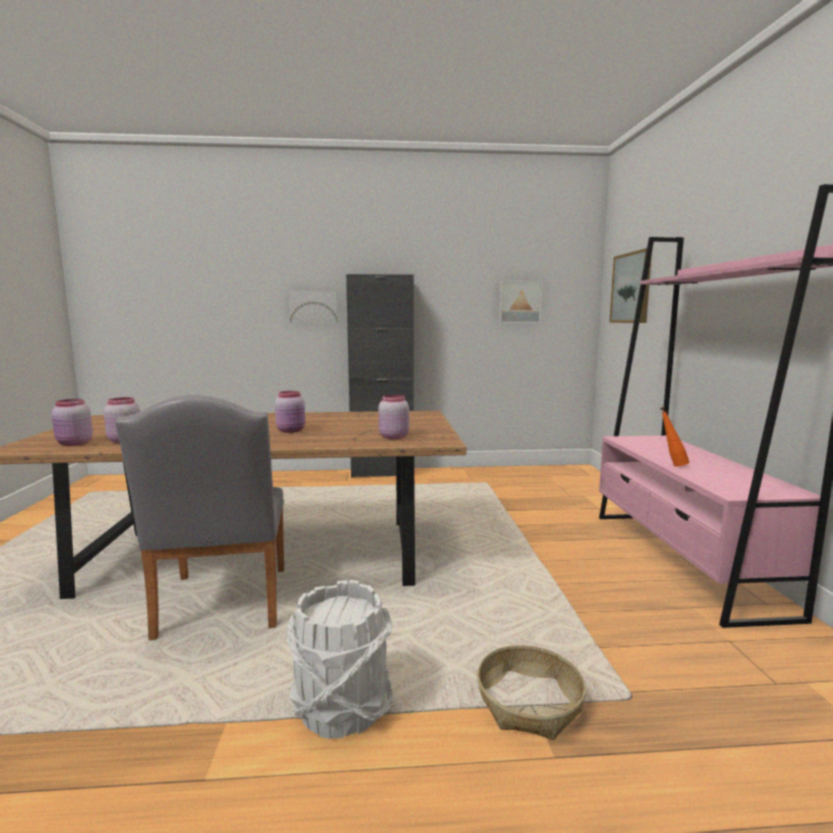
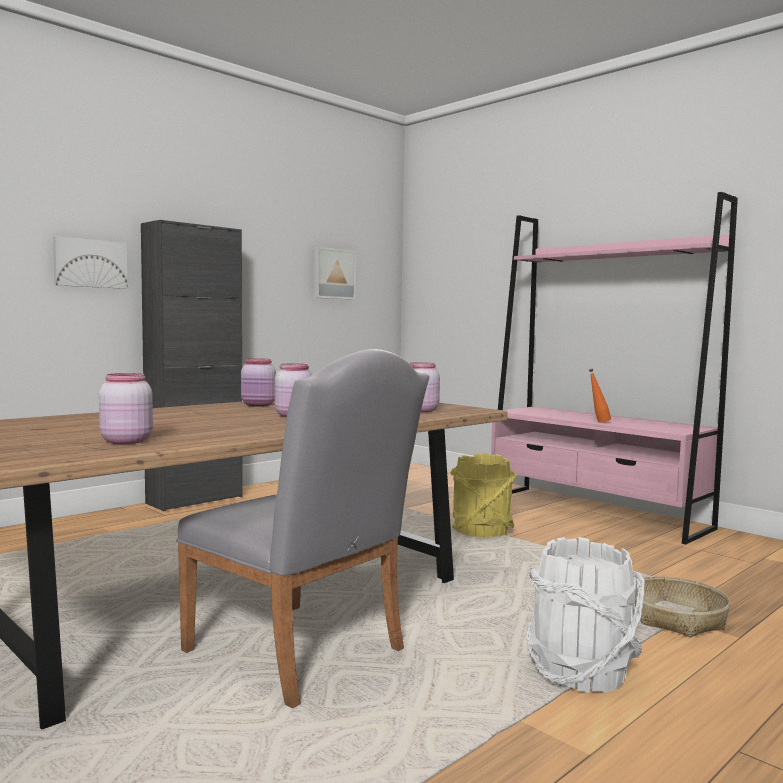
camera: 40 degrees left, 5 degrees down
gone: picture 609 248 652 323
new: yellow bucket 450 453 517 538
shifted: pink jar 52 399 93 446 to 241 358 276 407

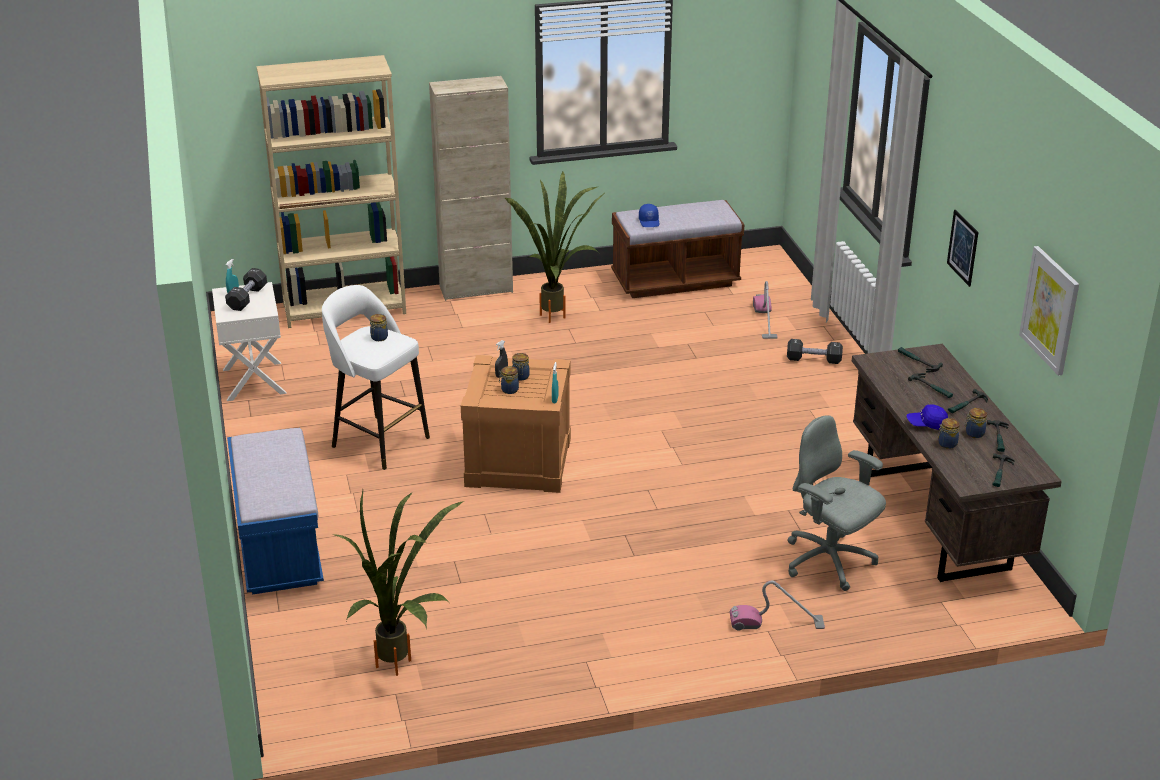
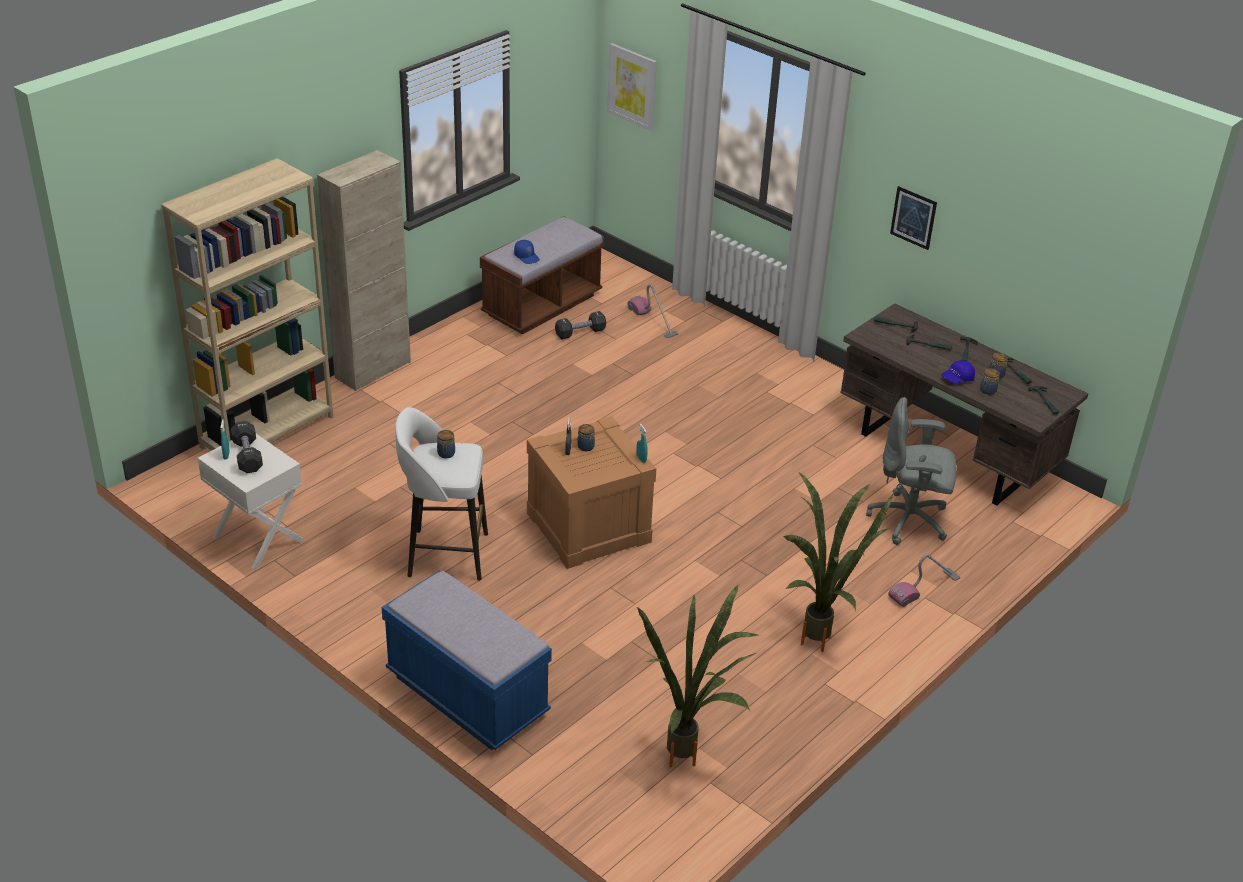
camera: 35 degrees left, 5 degrees up
gone: jar 499 366 519 394
shifted: potted plant 505 171 603 323 to 783 472 894 652; black dumbbell 787 339 843 364 to 555 311 606 339; picture 1019 246 1079 376 to 607 43 657 131

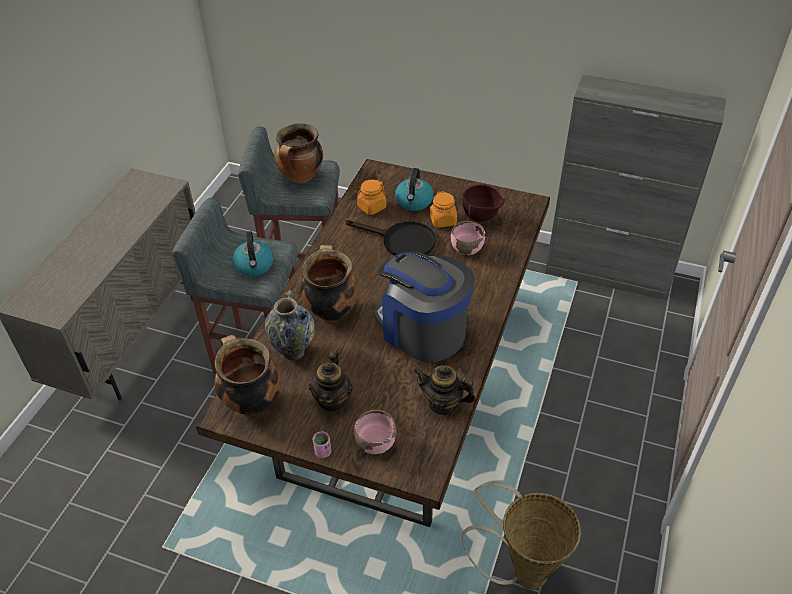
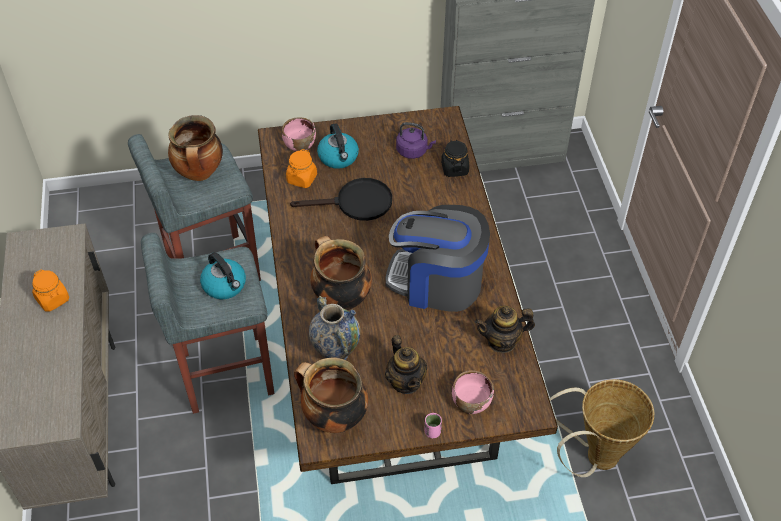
camera: 30 degrees left, 5 degrees up
new: black jar 441 140 469 177
shifted: orange jar 430 191 457 228 to 32 269 69 312; pink bowl 451 221 485 255 to 282 117 316 151
swapped: brown bowl 463 185 504 222 to purple kettle 396 122 436 159

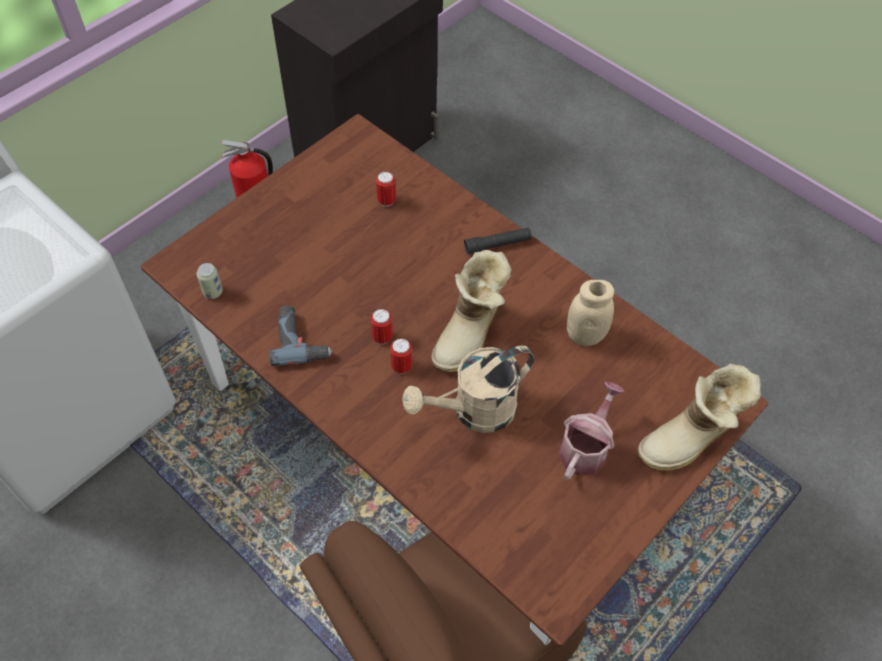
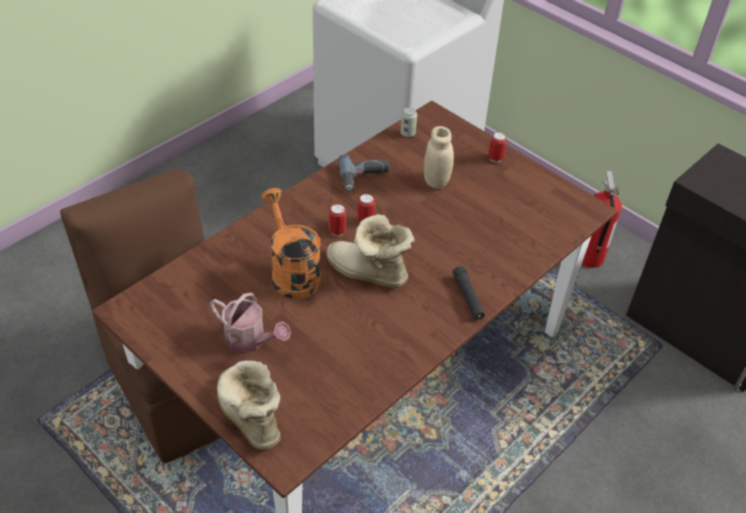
camera: 90 degrees right, 10 degrees down
shifted: can 376 171 396 207 to 488 132 507 162; beige jar 567 280 614 346 to 424 126 454 189
repainted: beige watering can 402 346 534 433 to orange watering can 261 188 321 299

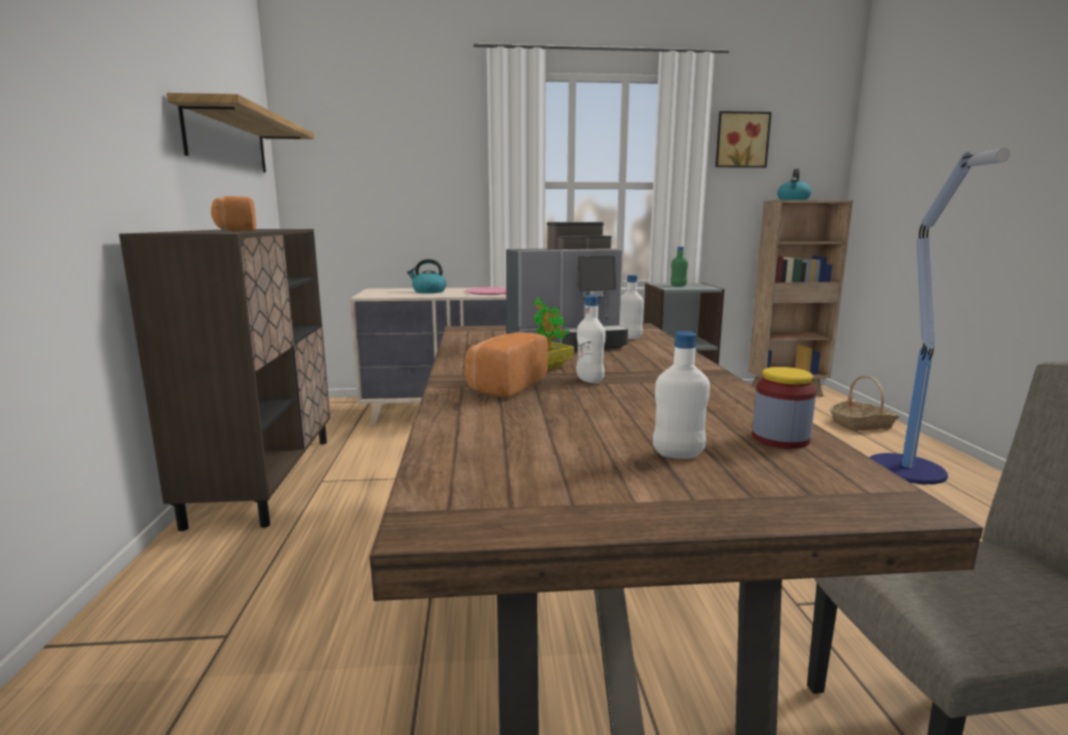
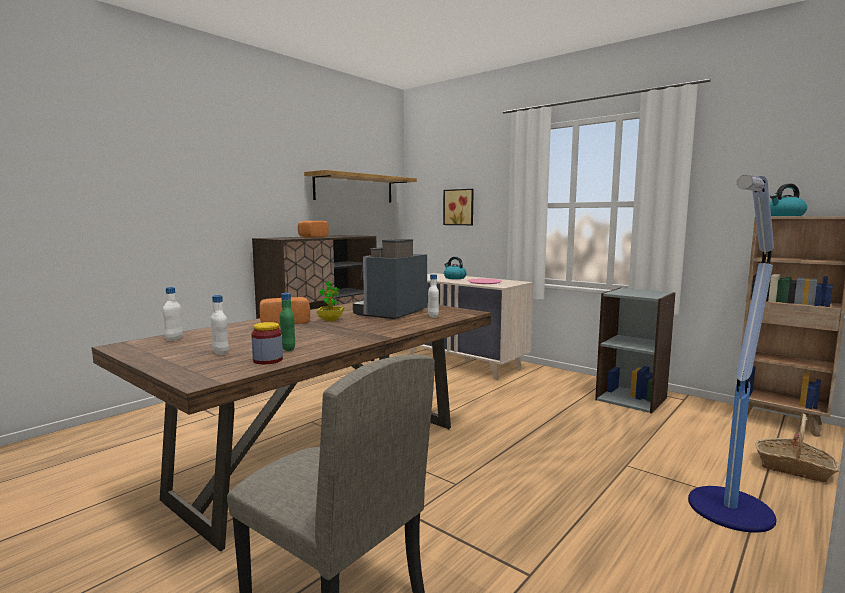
camera: 45 degrees right, 5 degrees down
shifted: white bottle 576 295 605 383 to 163 287 183 341; green bottle 670 246 688 286 to 280 293 295 351; picture 715 111 772 168 to 443 189 474 225
rotated: coffee machine 506 222 628 352 = 353 239 427 319 90 degrees clockwise

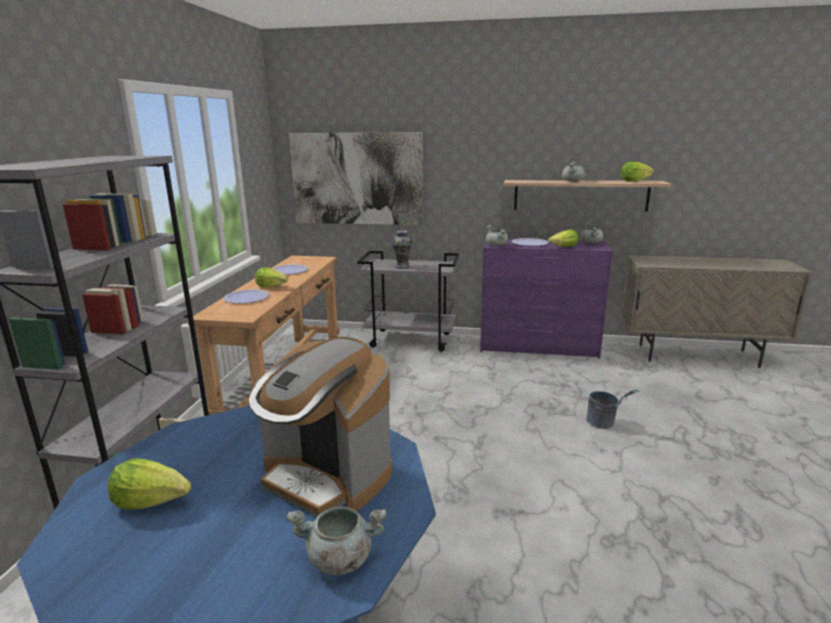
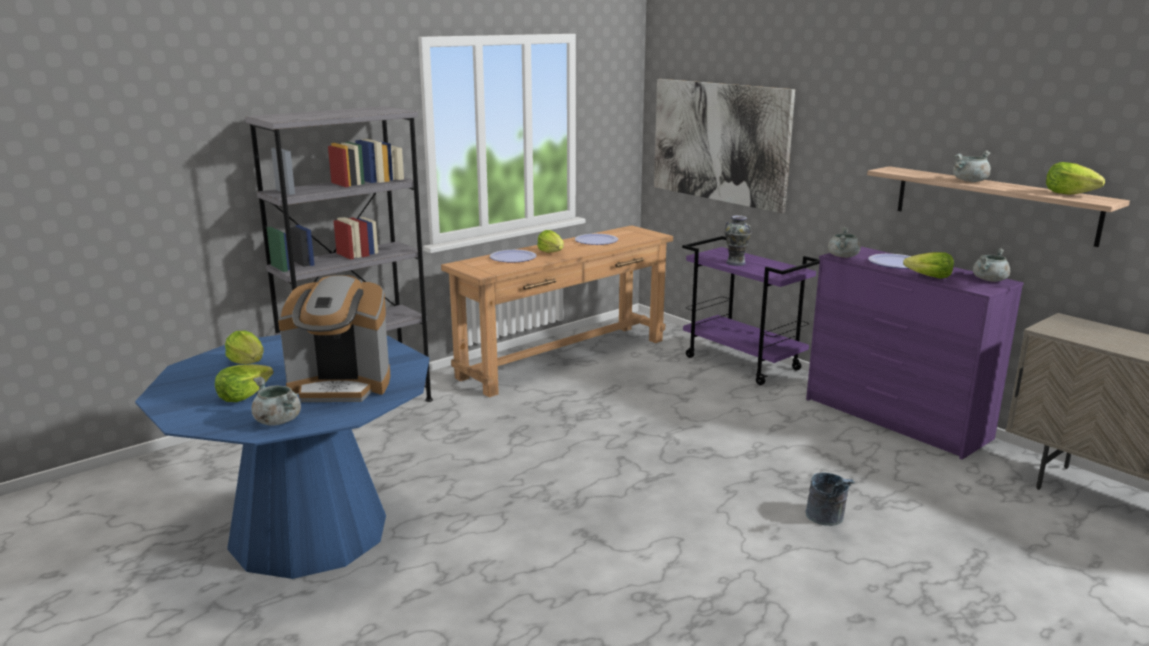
camera: 40 degrees right, 0 degrees up
new: lettuce 215 364 274 402
repainted: grey cart 357 251 459 351 to purple cart 682 236 820 385
rotated: coffee machine 248 337 392 517 = 278 275 390 402 75 degrees counterclockwise

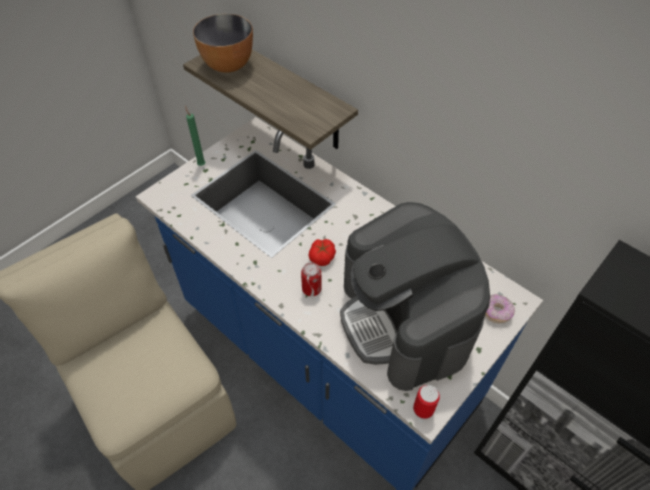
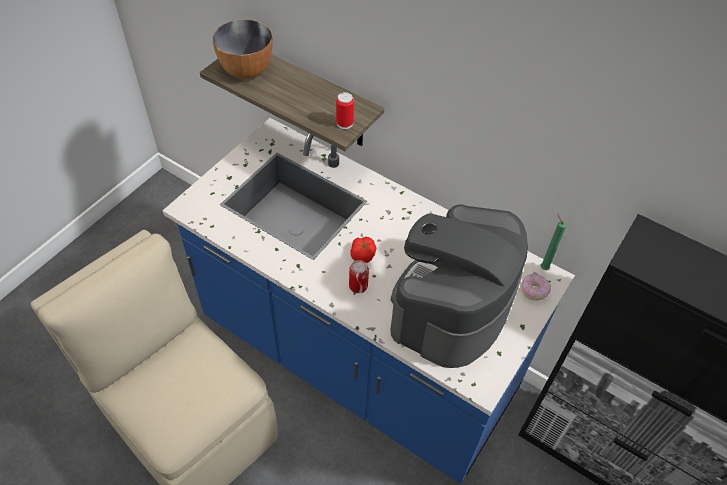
camera: 10 degrees left, 0 degrees up
shifted: green candle 185 106 206 166 to 541 214 567 270; can 413 385 440 419 to 336 92 354 129
rotated: coffee machine 340 202 490 391 = 390 205 528 368 60 degrees clockwise

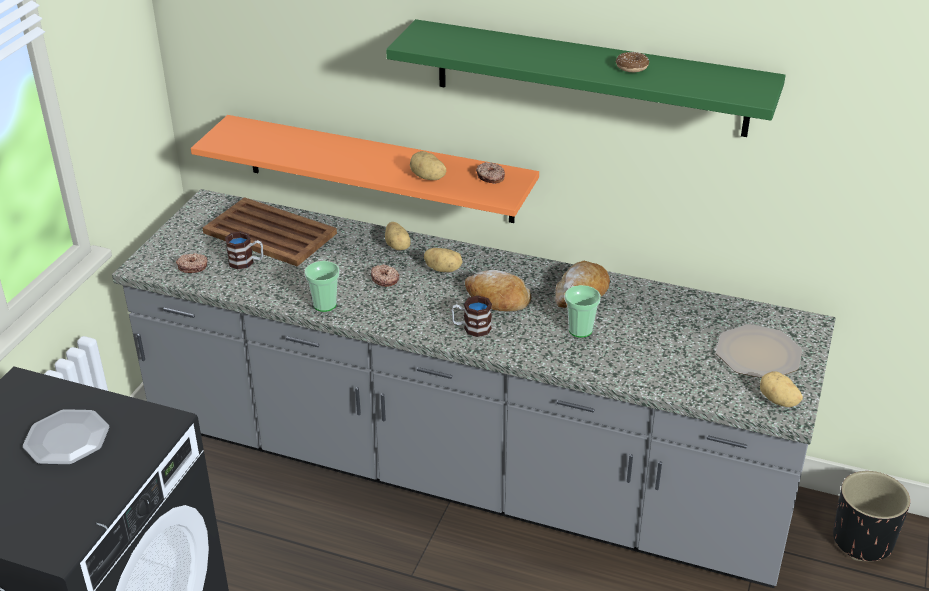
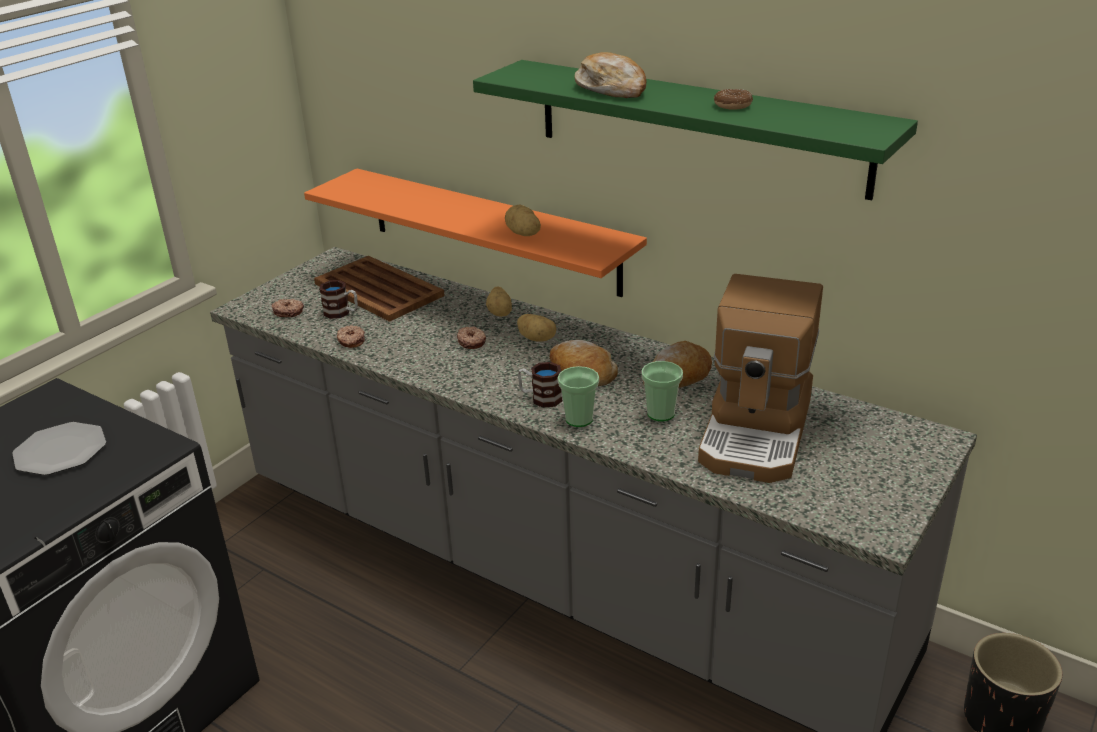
camera: 15 degrees right, 5 degrees down
gone: plate 715 324 802 378; potato 760 371 803 407
new: bread 574 52 647 98; coffee machine 698 274 823 483
shifted: cup 305 261 340 312 to 558 366 599 427; donut 476 162 505 184 to 337 325 365 348

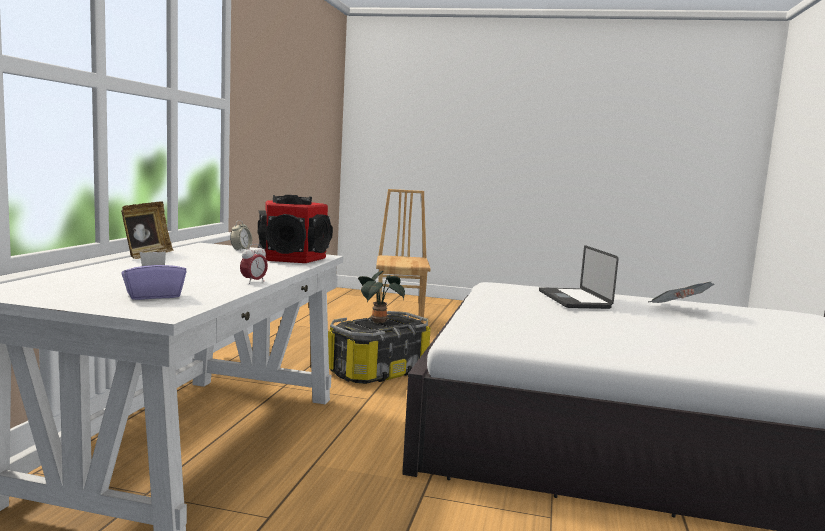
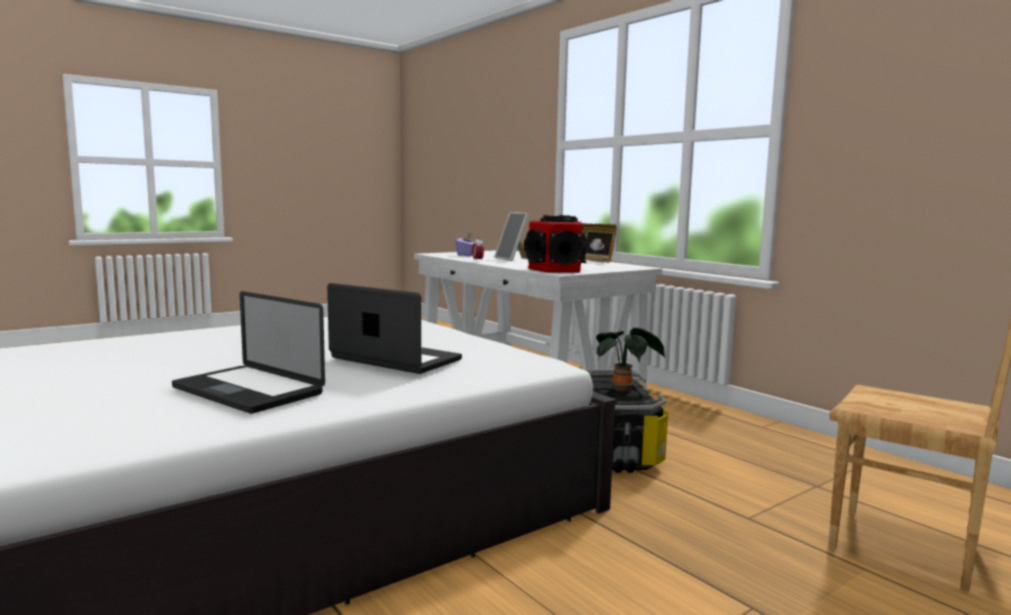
camera: 130 degrees right, 0 degrees up
gone: alarm clock 230 220 252 251
new: picture frame 494 212 529 261
swapped: newspaper 648 282 714 303 to laptop 172 291 325 414

